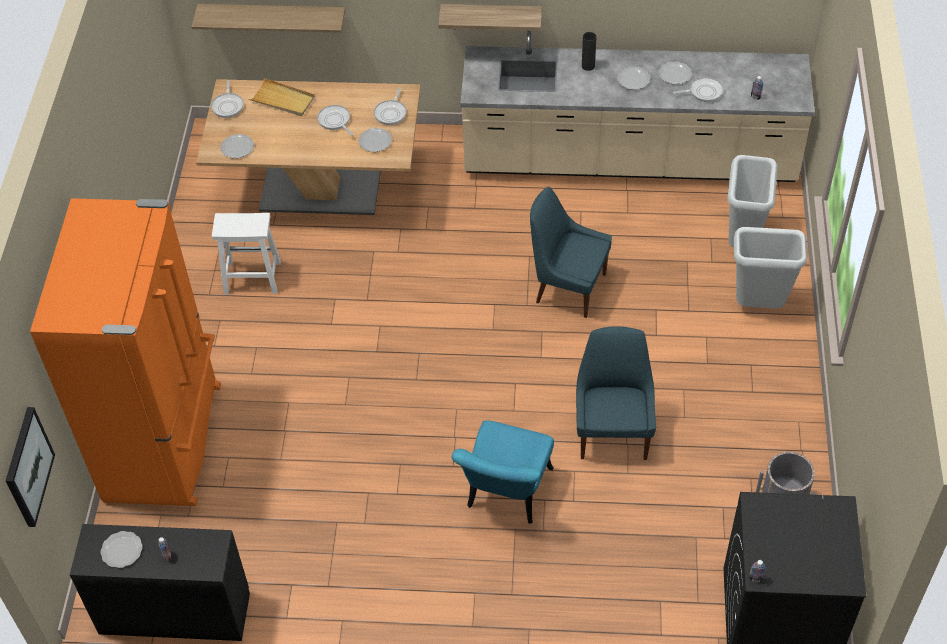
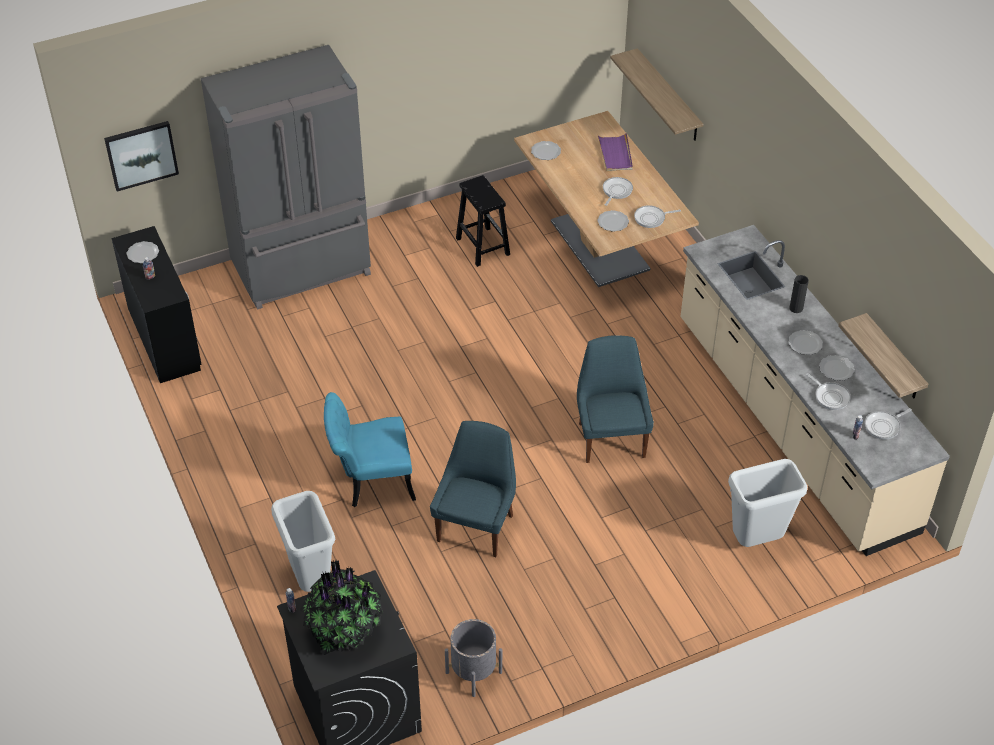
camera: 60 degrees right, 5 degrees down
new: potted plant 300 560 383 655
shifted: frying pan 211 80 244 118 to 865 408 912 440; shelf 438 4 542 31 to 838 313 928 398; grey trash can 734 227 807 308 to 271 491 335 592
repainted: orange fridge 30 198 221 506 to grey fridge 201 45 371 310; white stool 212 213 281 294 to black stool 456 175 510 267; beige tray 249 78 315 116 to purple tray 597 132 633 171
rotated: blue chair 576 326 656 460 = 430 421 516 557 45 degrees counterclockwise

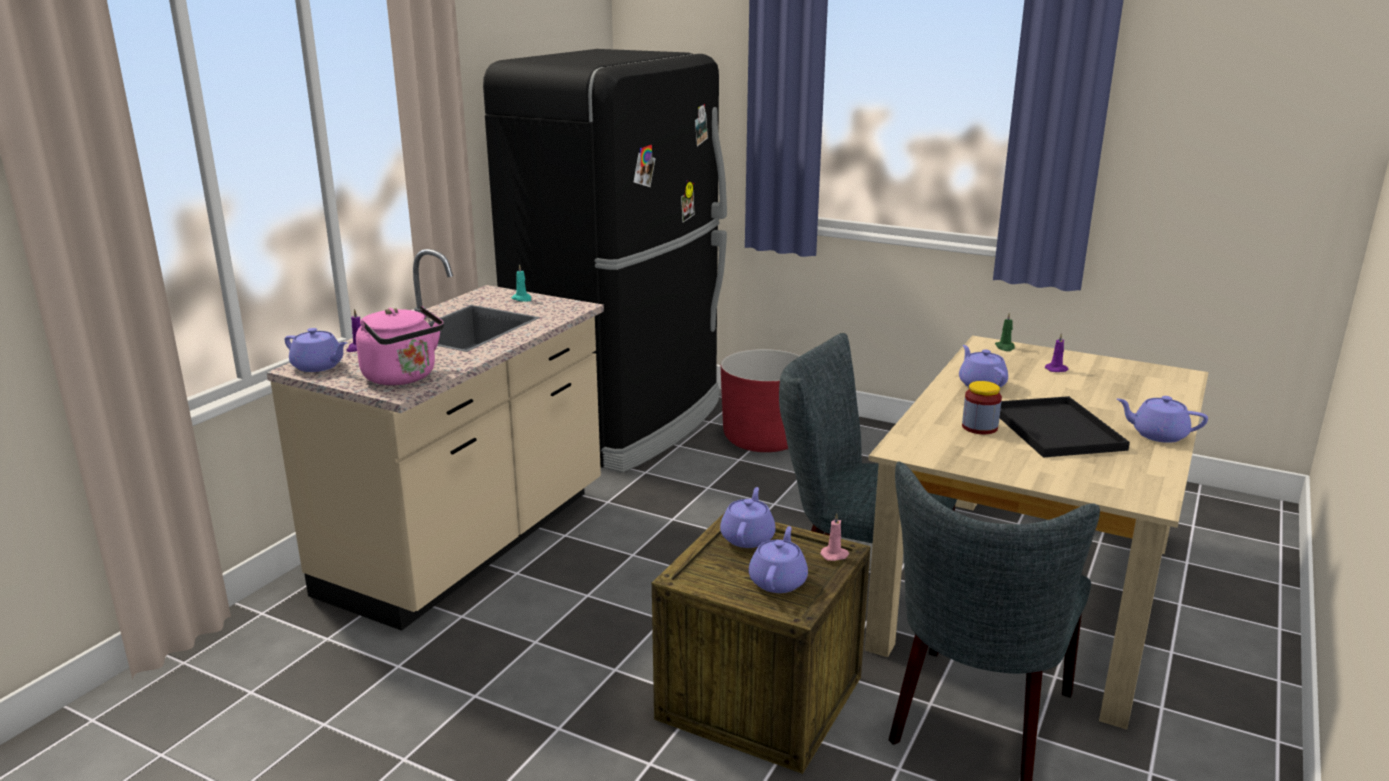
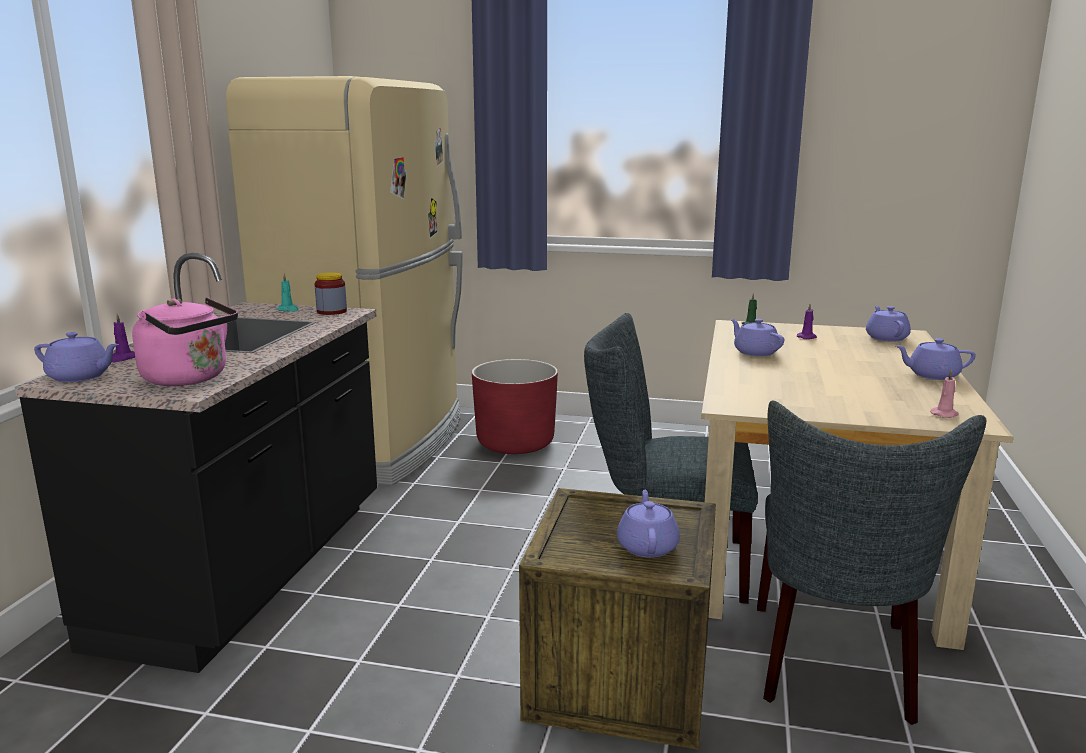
camera: 15 degrees left, 5 degrees down
gone: black tray 1000 396 1130 458
shifted: purple teapot 720 487 776 548 to 866 306 911 342; pink candle 820 513 849 561 to 930 369 959 418; jar 962 381 1002 434 to 315 272 347 315
repainted: beige counter 266 249 604 631 to black counter 15 253 377 673; black fridge 483 49 727 473 to beige fridge 226 76 463 486

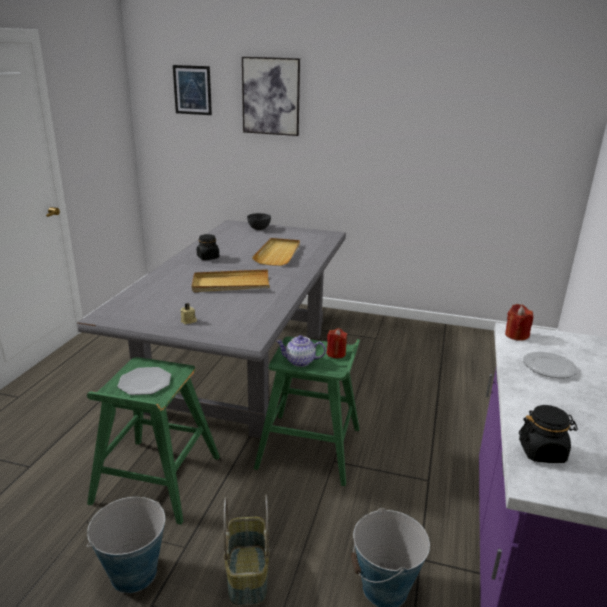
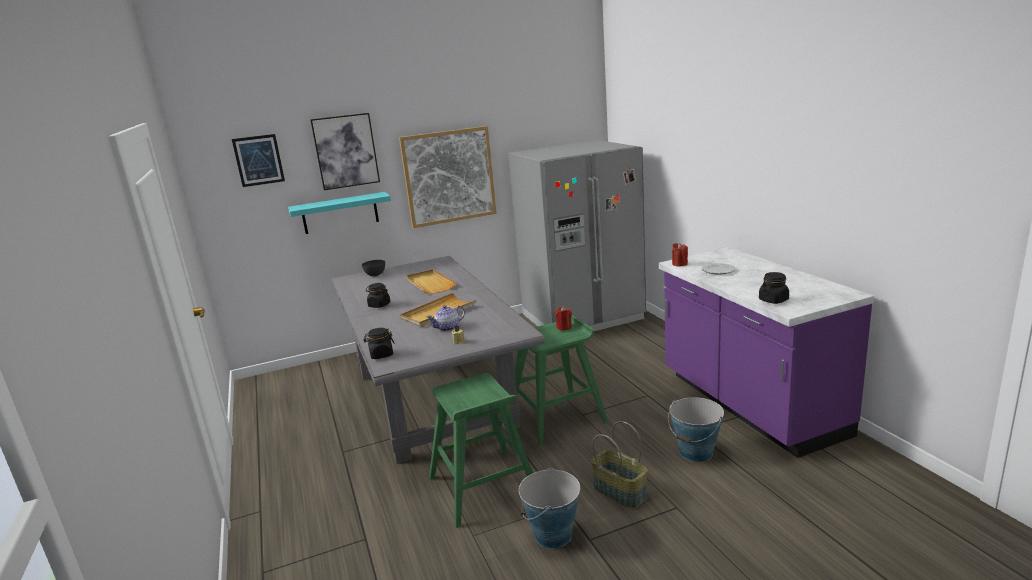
camera: 35 degrees left, 5 degrees down
gone: plate 118 367 171 395
new: turquoise shelf 288 192 391 234; black jar 364 328 395 359; picture 399 126 497 228; grey fridge 508 140 646 331
shifted: teapot 276 335 326 367 to 427 305 465 331

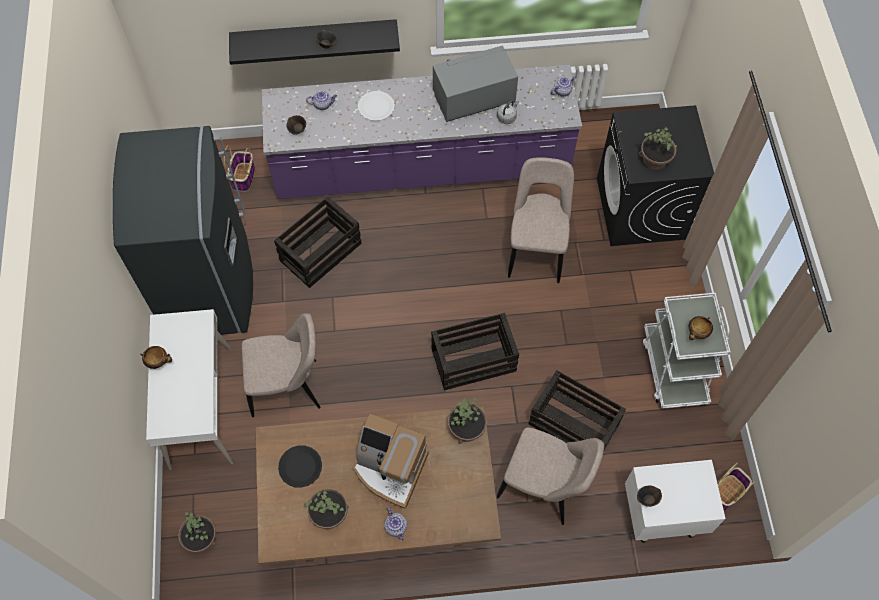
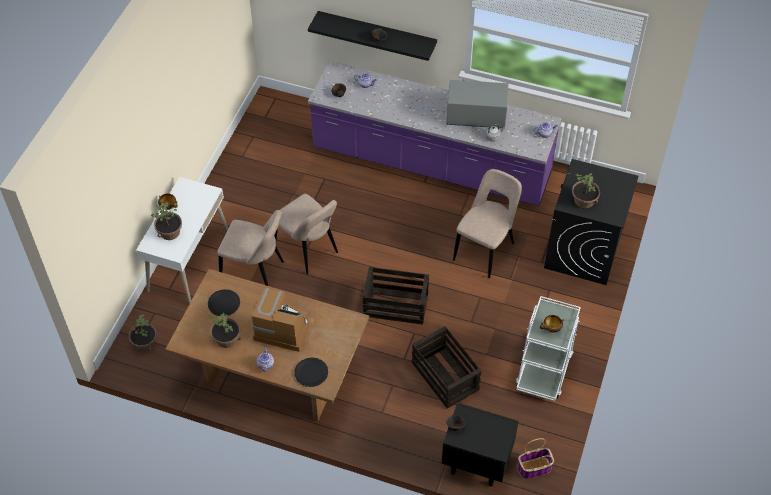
camera: 25 degrees right, 10 degrees down
gone: grey fridge 113 126 253 335; basket 224 145 255 192; crate 274 196 362 288; white plate 358 91 395 121
new: black plate 294 358 328 387
shifted: potted plant 448 397 487 444 to 151 202 182 240; beige chair 497 427 604 525 to 274 194 338 275
repainted: white nightstand 625 460 726 543 to black nightstand 442 403 519 487
rotated: coffee machine 353 414 429 508 = 252 288 310 352 150 degrees clockwise

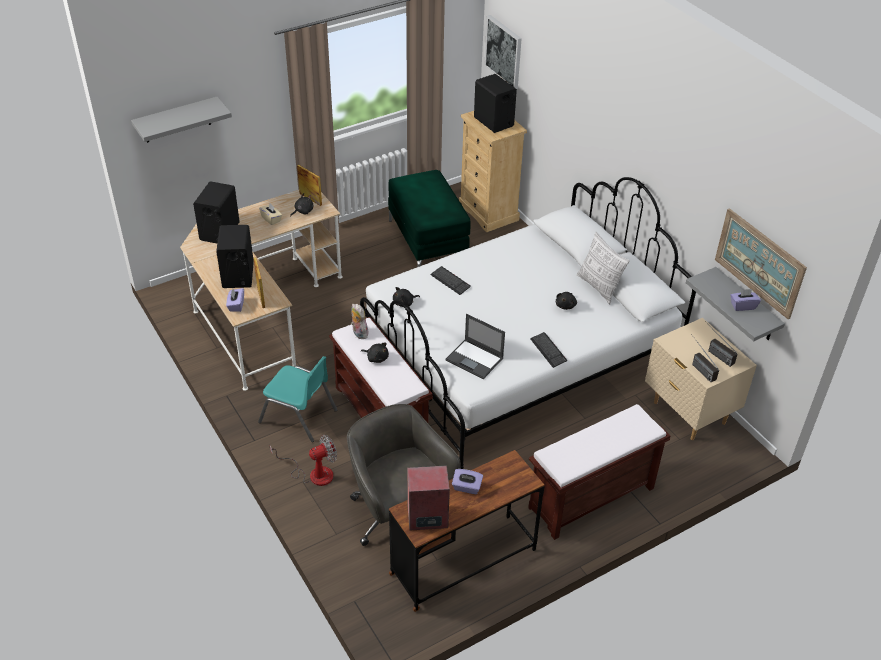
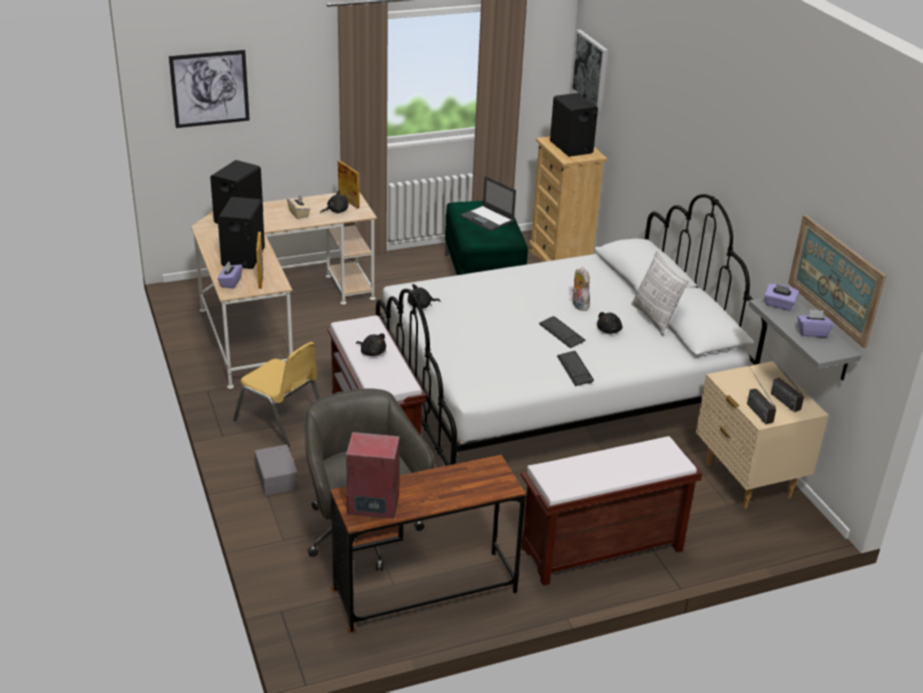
camera: 10 degrees right, 10 degrees down
shifted: plush toy 351 304 370 339 to 572 267 590 311; keyboard 430 266 471 295 to 539 316 585 348; laptop 446 314 505 379 to 460 176 516 232; purple tissue box 452 469 483 494 to 764 283 799 311
swapped: grey shelf 131 97 232 143 to picture 169 50 250 128; fan 269 435 337 486 to grey storage box 254 445 298 495
repainted: turquoise chair 258 356 338 442 to yellow chair 233 342 320 447

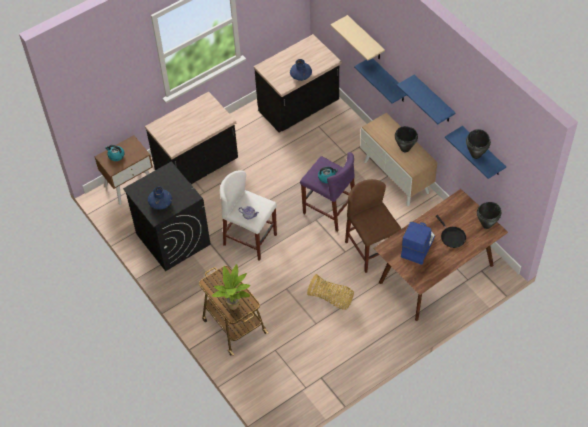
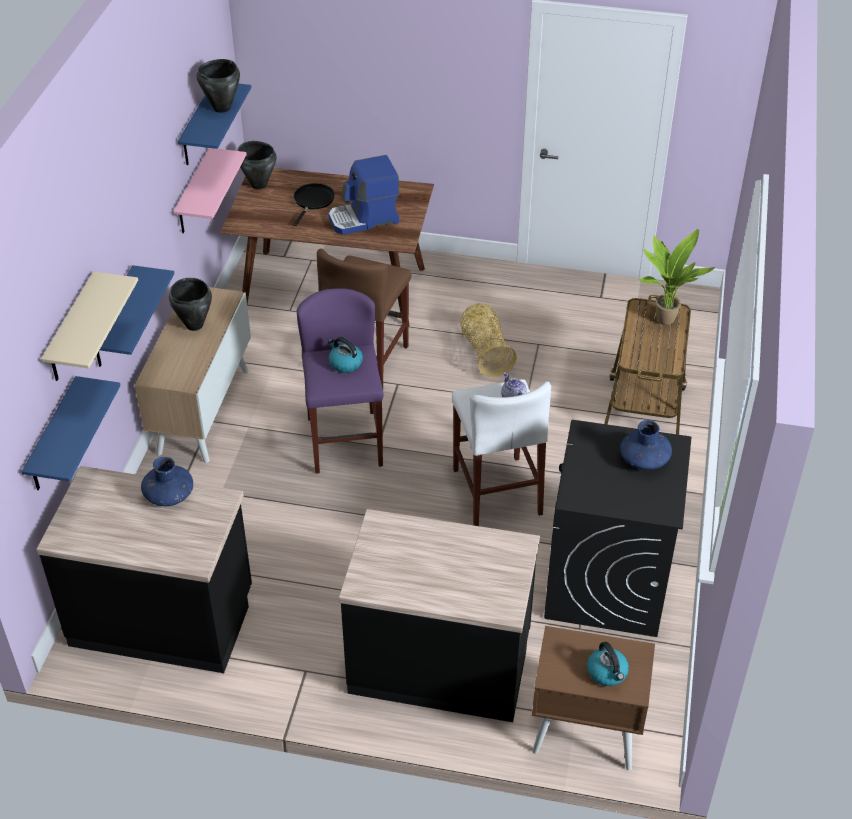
camera: 135 degrees left, 10 degrees down
new: pink shelf 173 148 247 233
shifted: blue shelf 397 75 455 124 to 21 376 121 490

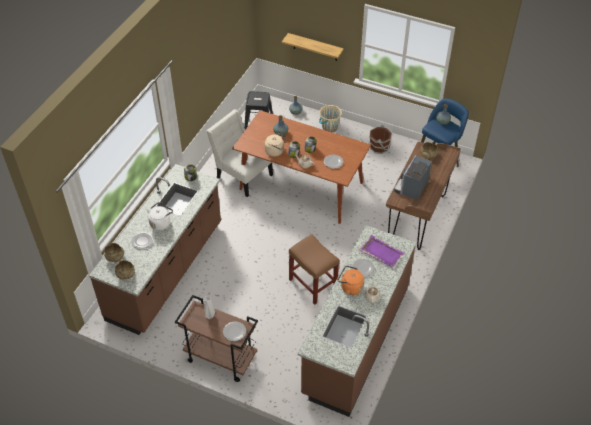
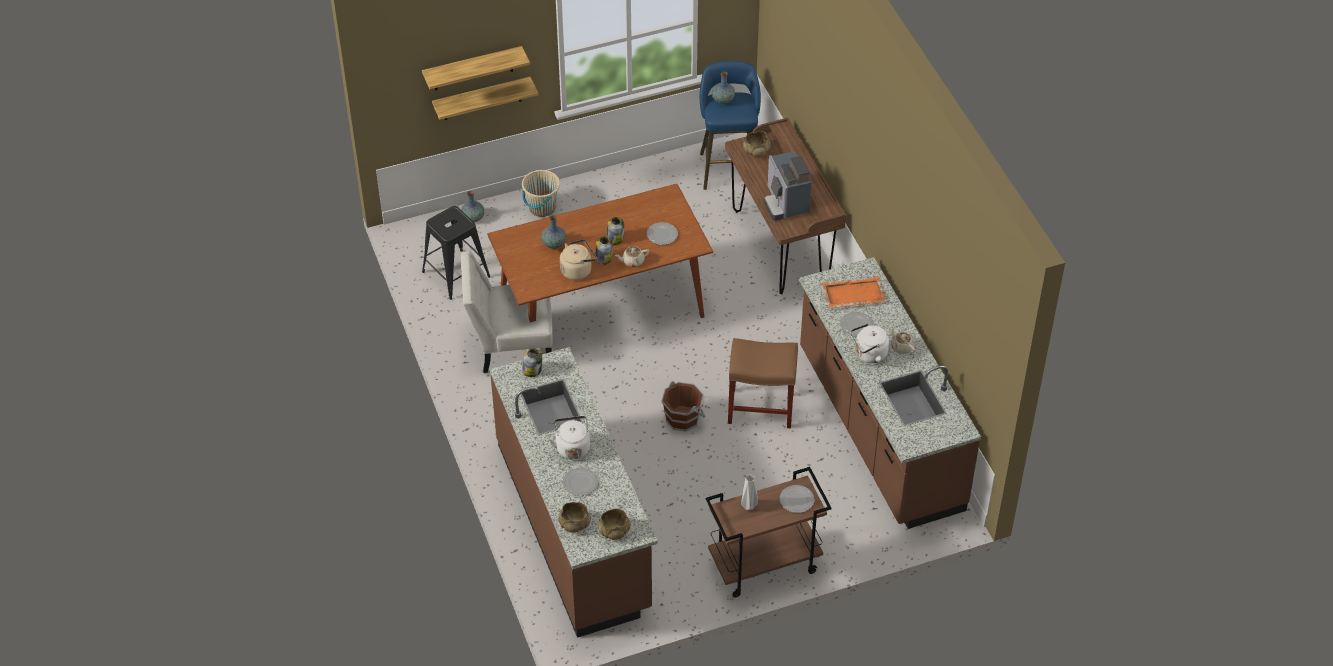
camera: 45 degrees left, 0 degrees up
new: shelf 422 46 530 90
shifted: brown bucket 369 125 392 154 to 662 381 706 432
repainted: orange kettle 338 266 364 295 to white kettle 851 324 889 363; purple tray 359 235 405 268 to orange tray 822 276 886 309

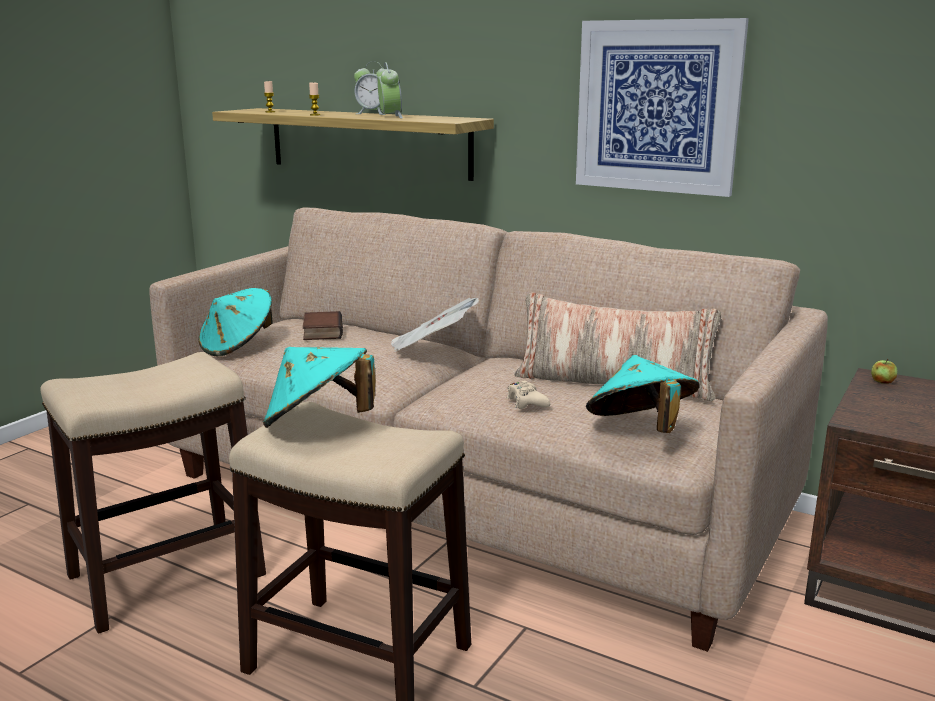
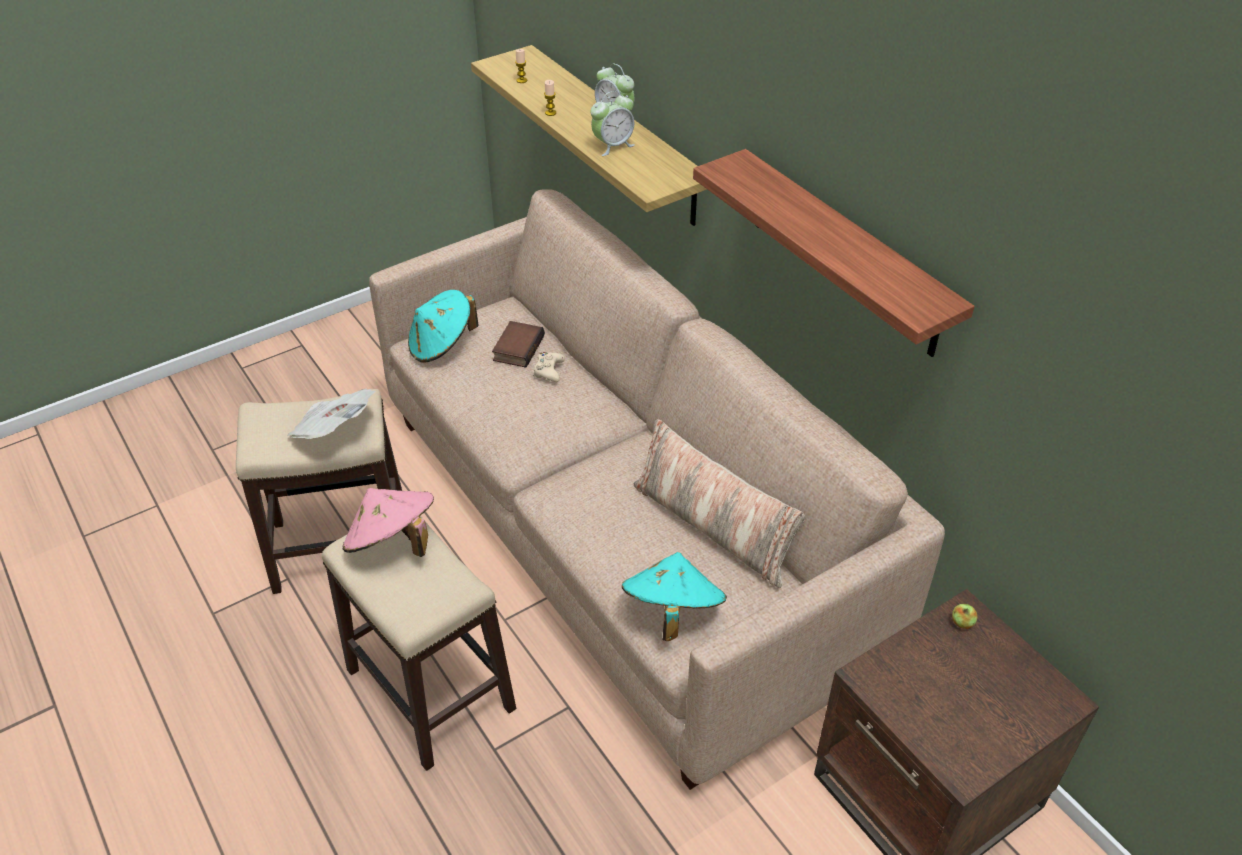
camera: 25 degrees right, 25 degrees up
shifted: newspaper 391 298 479 352 to 287 389 375 439; beige game controller 506 381 550 409 to 534 352 565 382
swapped: picture 576 18 749 197 to shelf 693 149 975 357
repainted: turquoise hat 263 347 375 428 to pink hat 343 488 434 557
rotated: alarm clock 377 62 403 118 = 590 91 635 156 45 degrees clockwise

